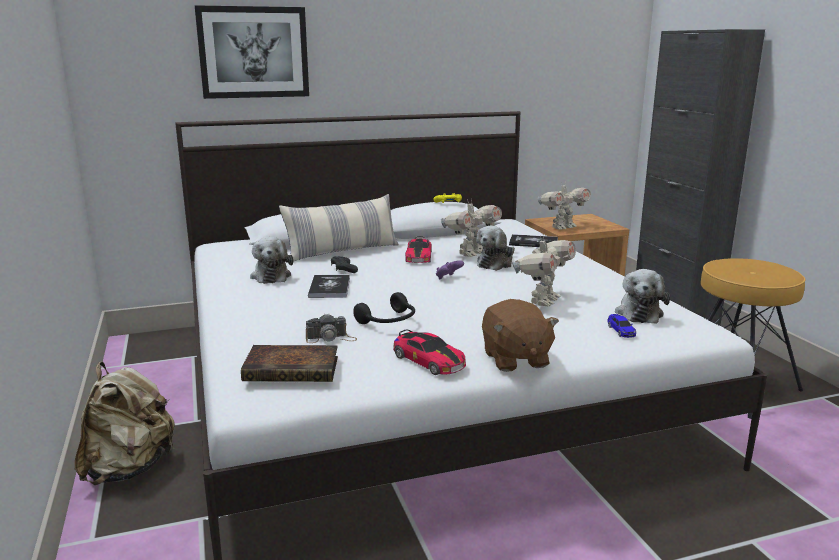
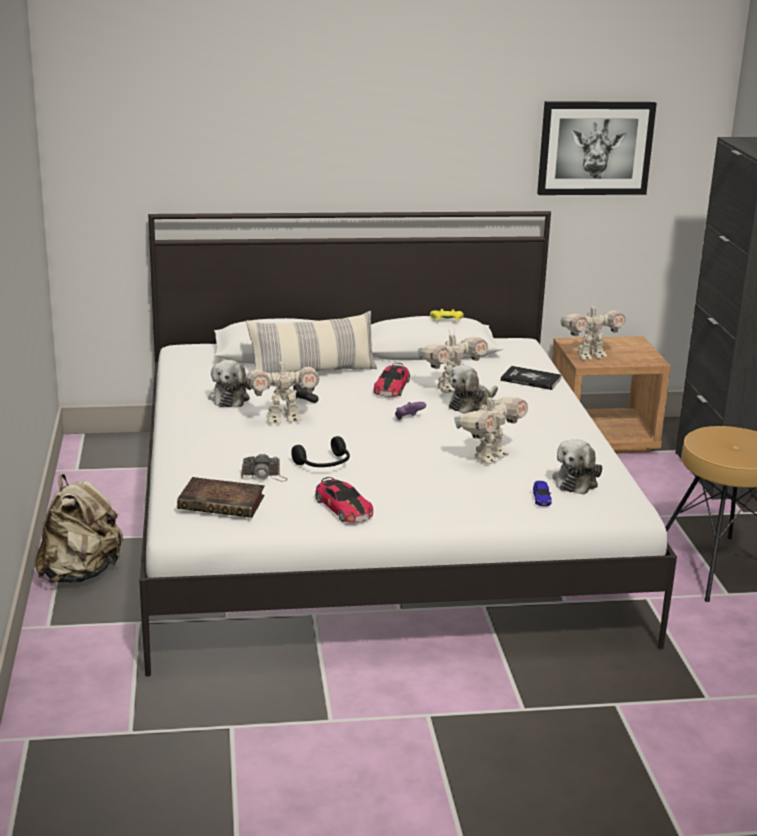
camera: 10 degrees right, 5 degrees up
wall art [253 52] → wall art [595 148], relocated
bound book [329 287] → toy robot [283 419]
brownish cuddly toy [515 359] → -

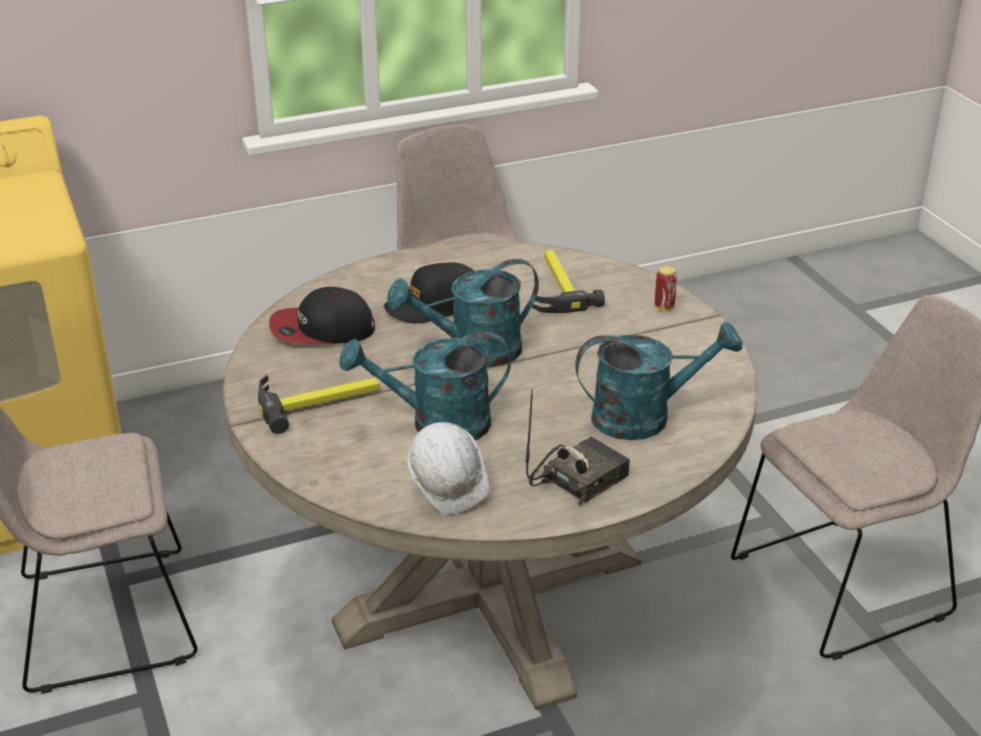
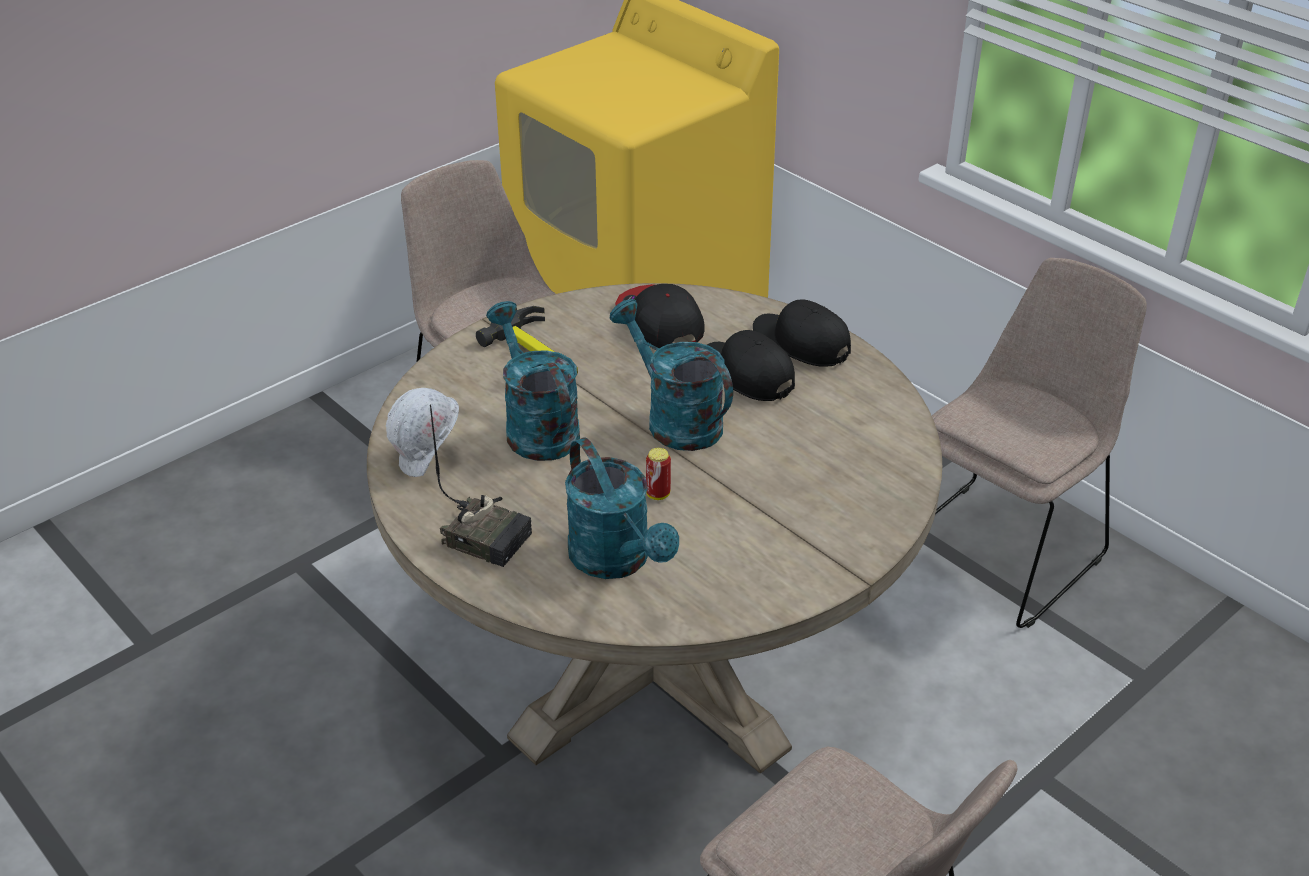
camera: 70 degrees right, 5 degrees up
tool hammer [557 286] → -
metal can [664 307] → metal can [658 494], relocated
- → black-coloured cap [801 343]

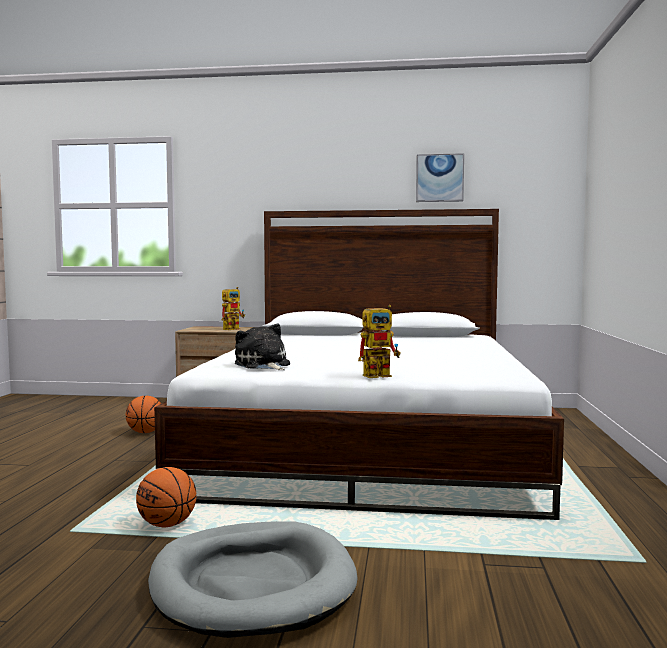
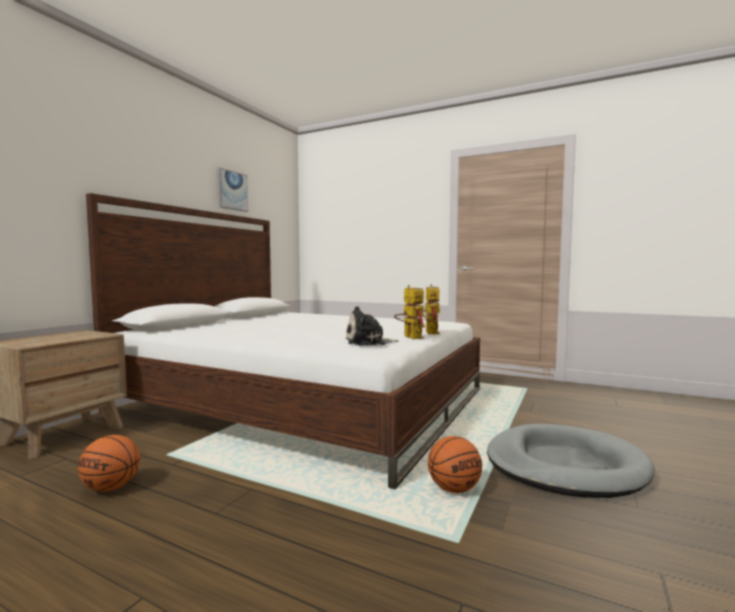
camera: 70 degrees left, 0 degrees up
toy robot [233 329] → toy robot [409 336], relocated

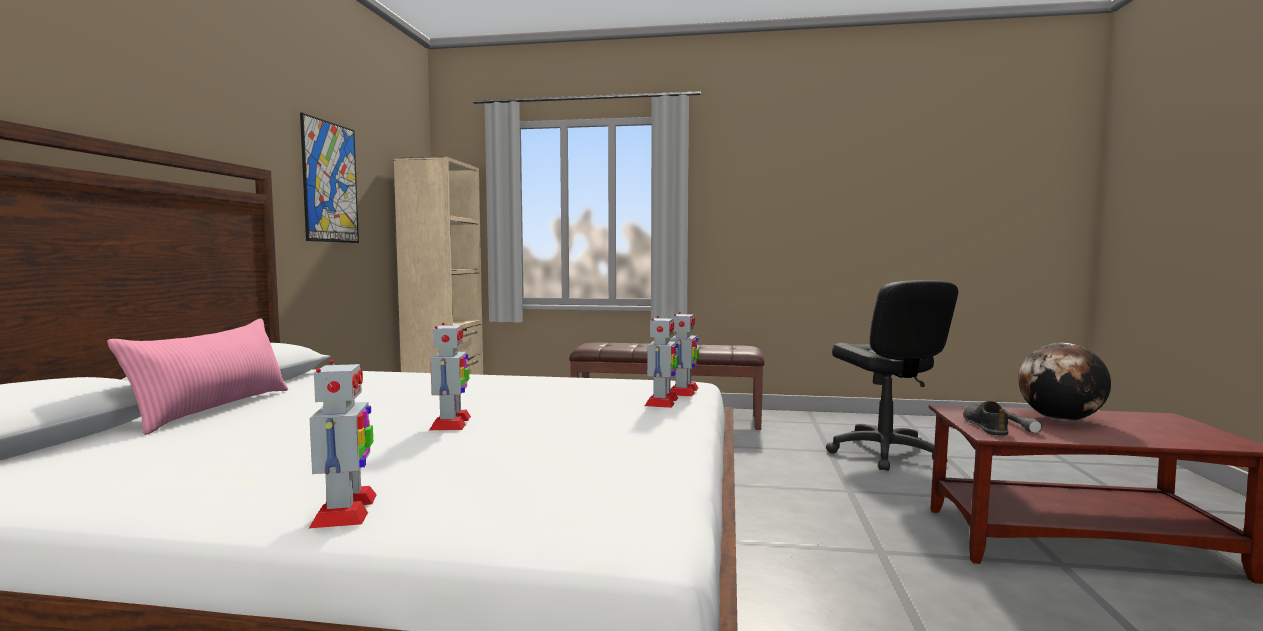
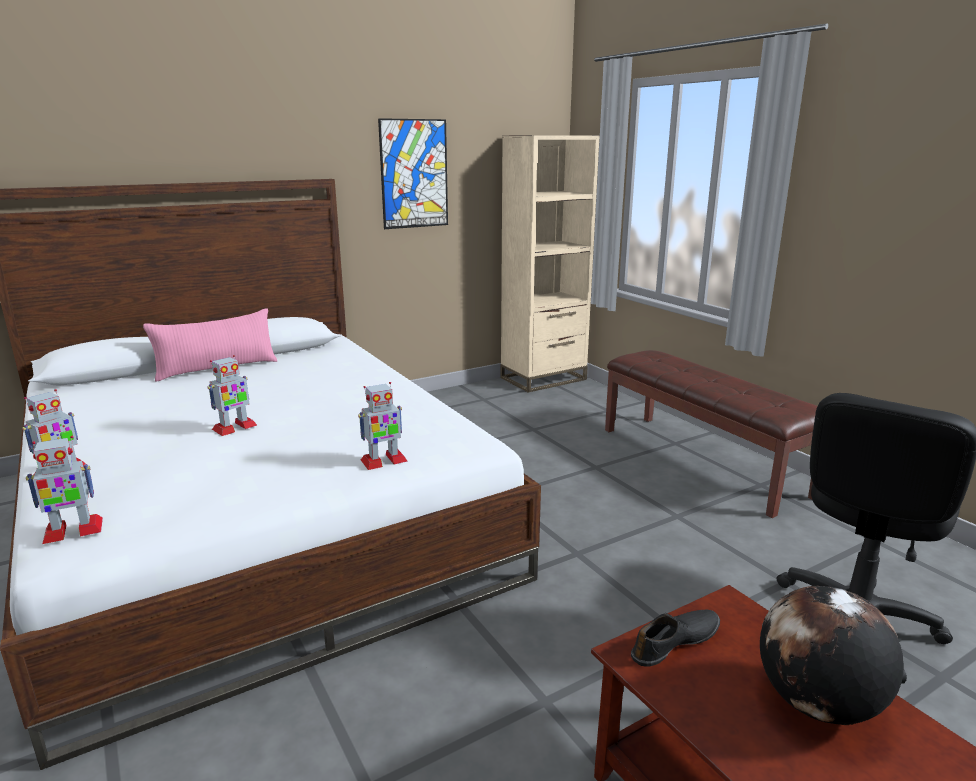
camera: 50 degrees right, 15 degrees up
toy robot [683 391] → toy robot [72 531], relocated
grey flashlight [1018 426] → -

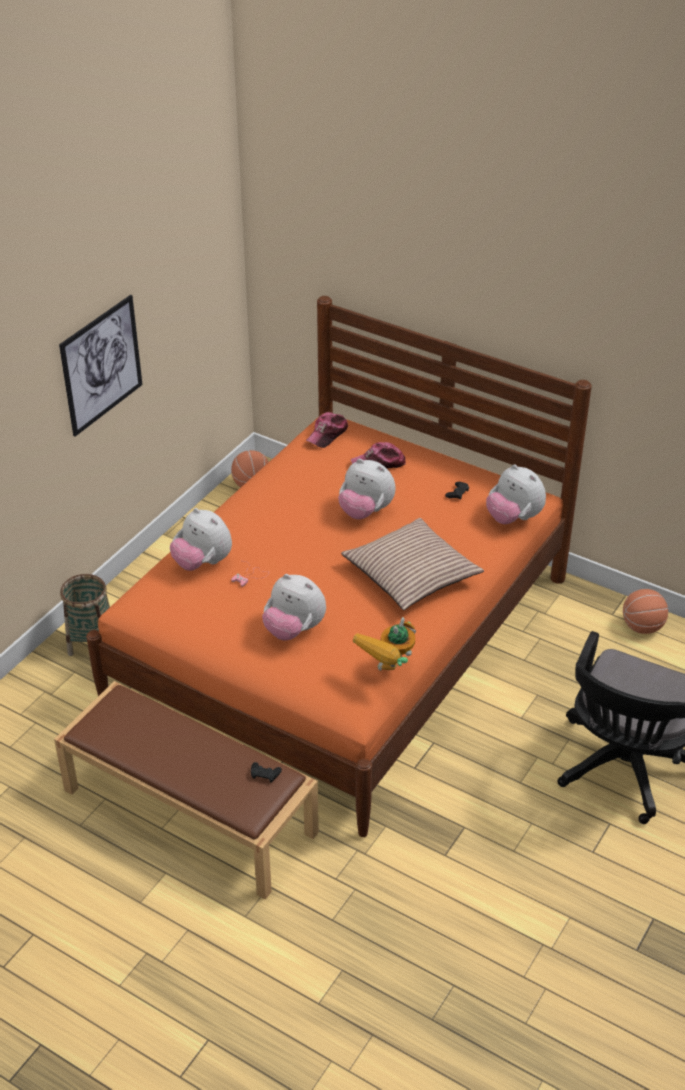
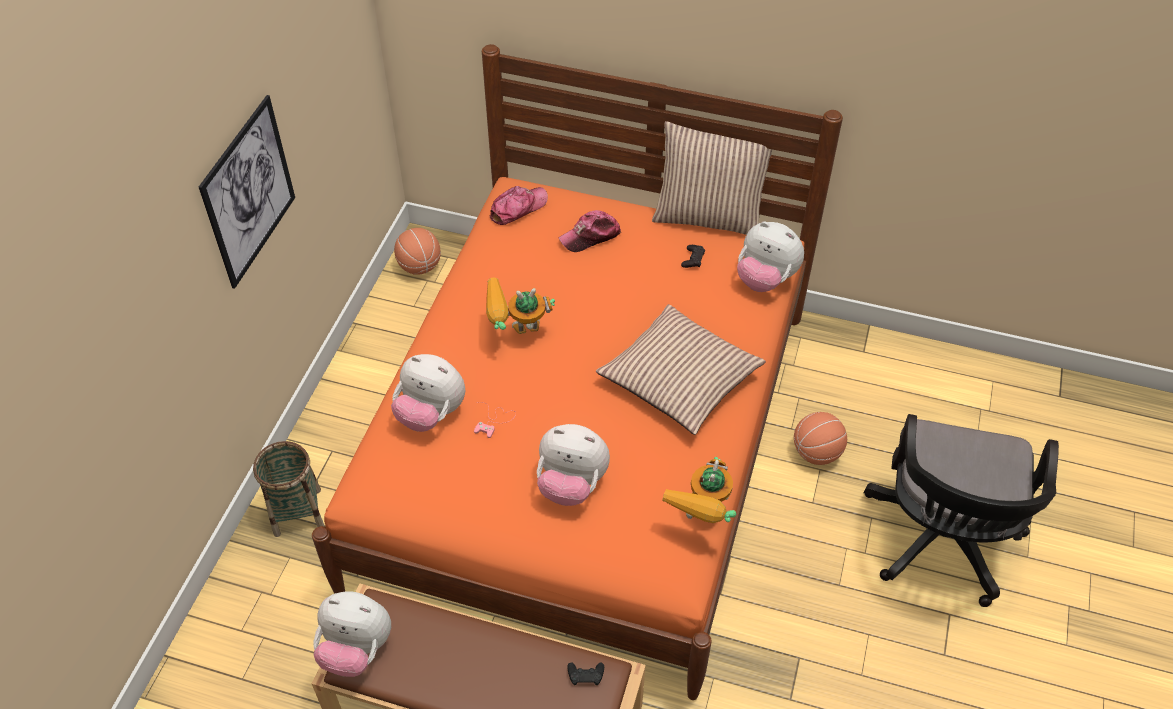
camera: 15 degrees left, 10 degrees up
cap [327 434] → cap [518 208], 150 degrees counterclockwise
cuddly toy [365 511] → cuddly toy [356 649], relocated
basketball ball [642 627] → basketball ball [816 452], relocated
- → toy robot [516 335]
- → throw pillow [708 217]

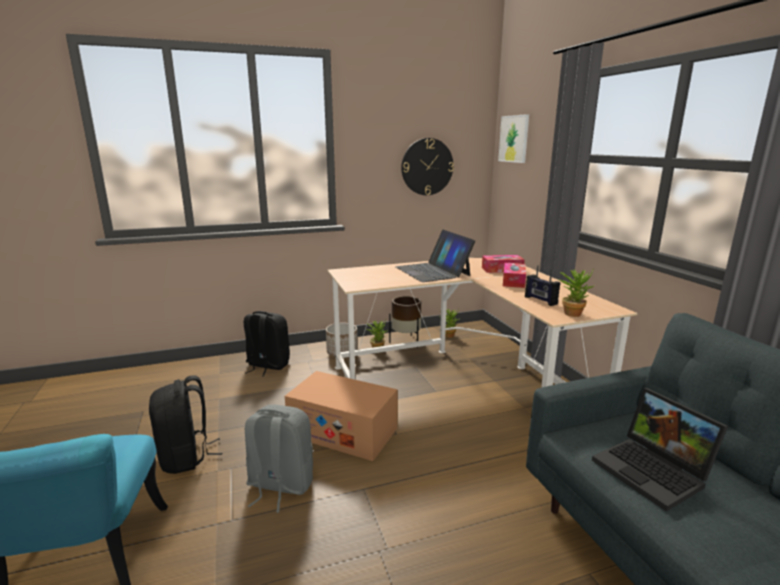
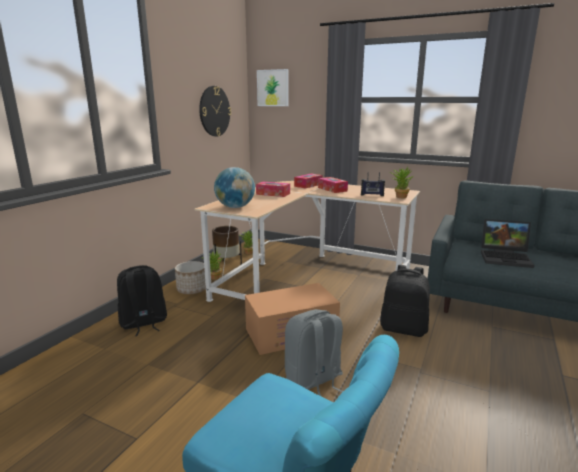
camera: 45 degrees left, 0 degrees up
black-coloured backpack [186 457] → black-coloured backpack [403 329], relocated
laptop [433 271] → tissue holder [273 194]
- → world globe [235 207]

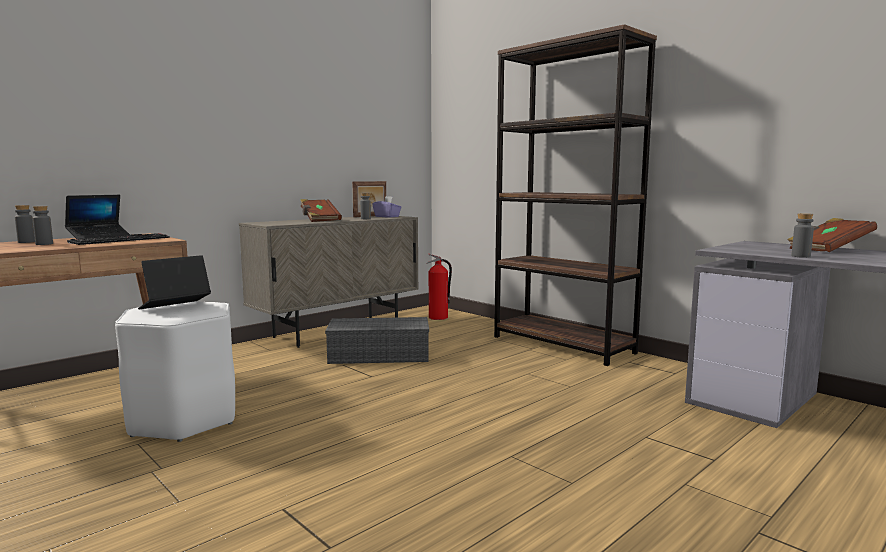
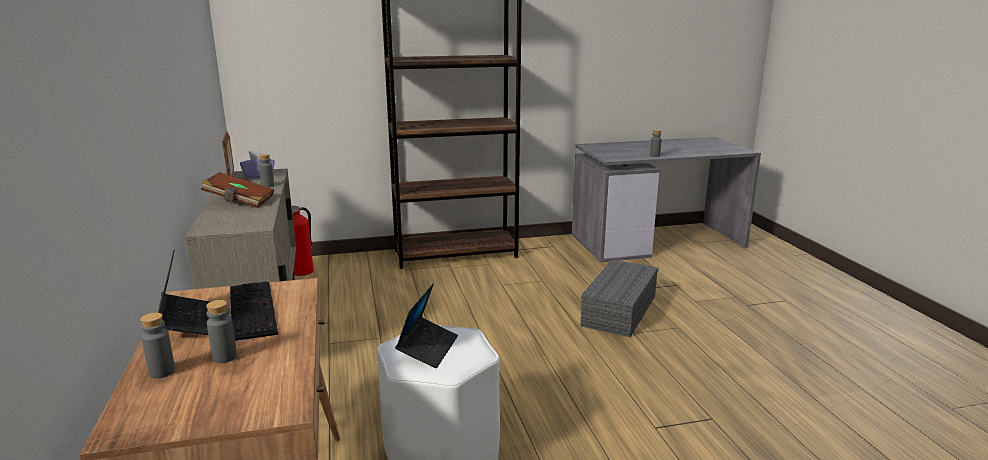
camera: 60 degrees left, 10 degrees up
laptop [175 307] → laptop [428 348], 150 degrees counterclockwise
grey storage bin [380 355] → grey storage bin [618 309], relocated
brownish bound book [828 249] → -

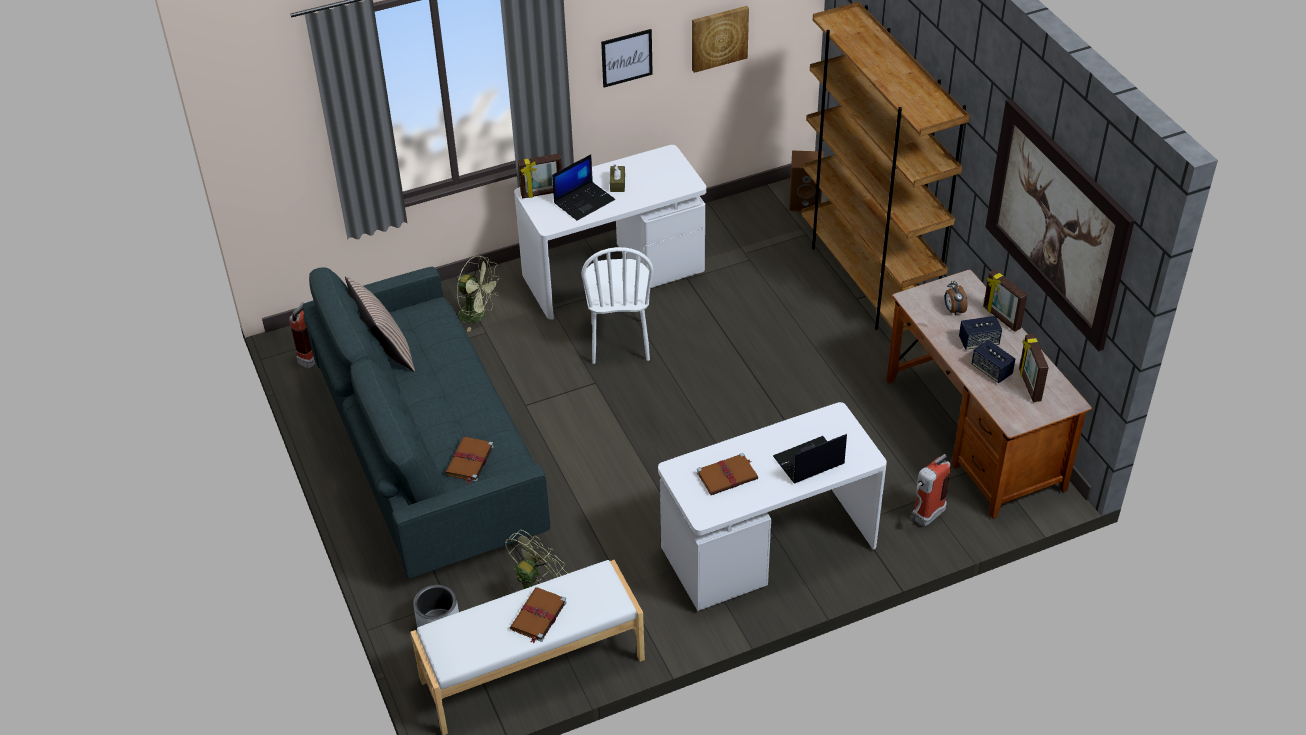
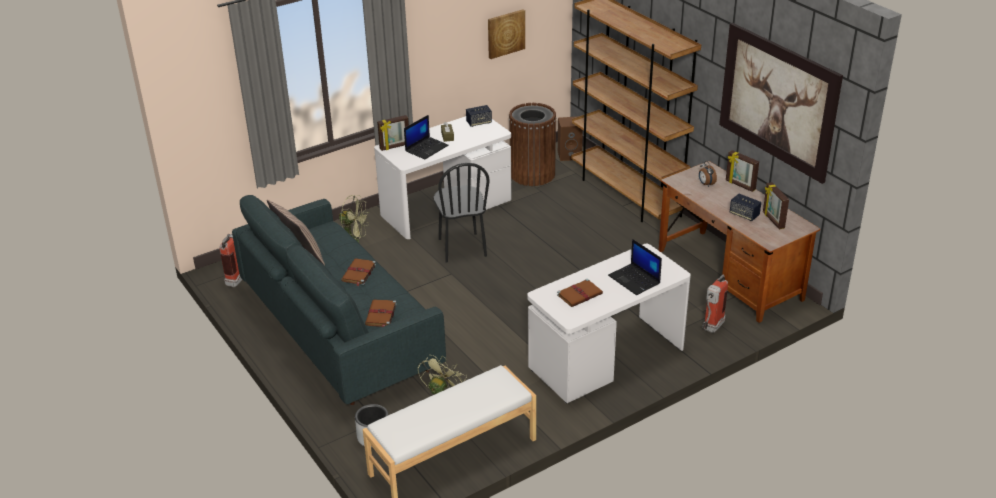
camera: 10 degrees left, 10 degrees down
brownish bound book [538 616] → brownish bound book [358 273], relocated
whitish upright chair [619 342] → black-coloured upright chair [462 247]
wall art [626 57] → -
laptop [808 461] → laptop [635 280], 90 degrees counterclockwise
speaker [978 342] → speaker [479 123], relocated
- → brownish waste bin [532 174]

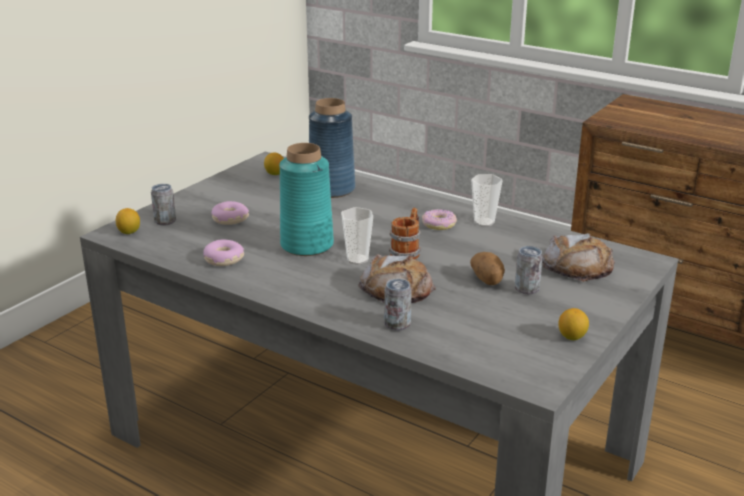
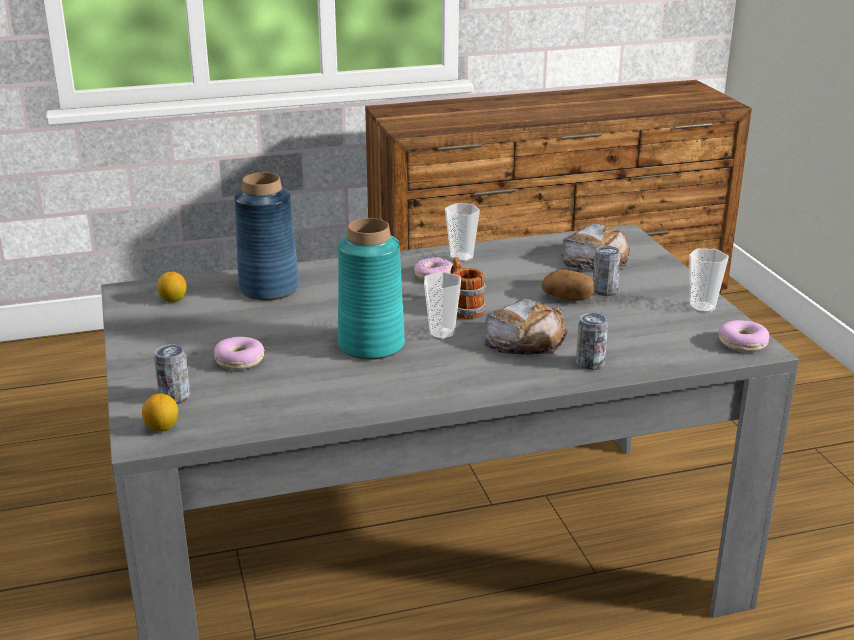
camera: 50 degrees left, 0 degrees up
doughnut [223 259] → doughnut [743 344], relocated
lemon [572 337] → cup [702 307]

